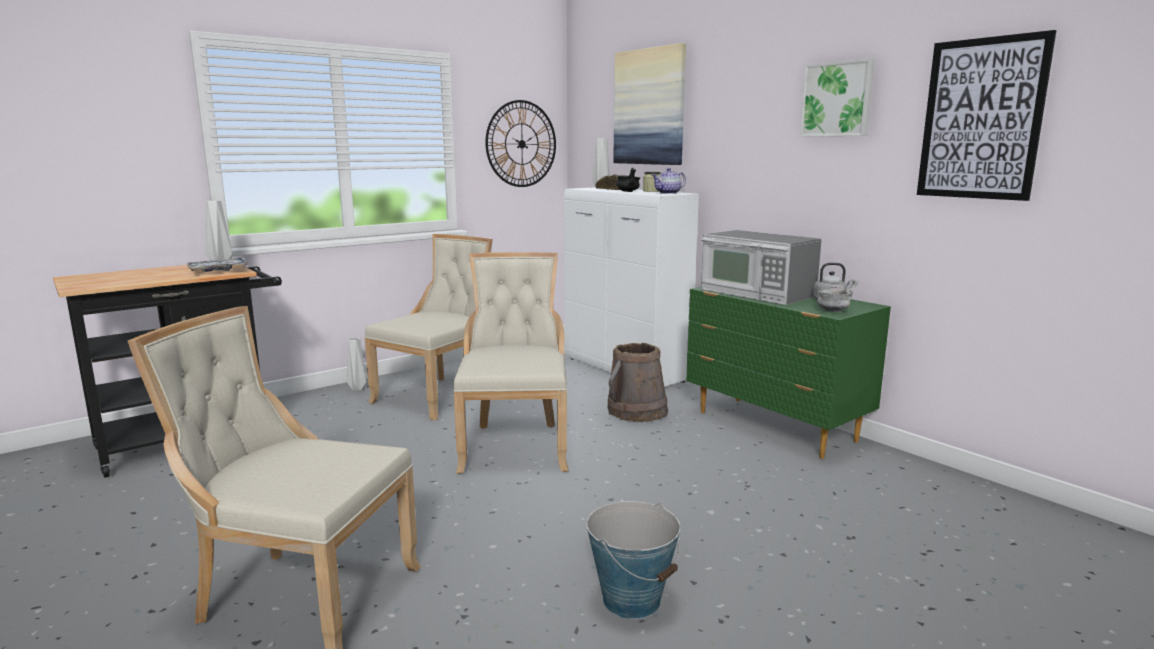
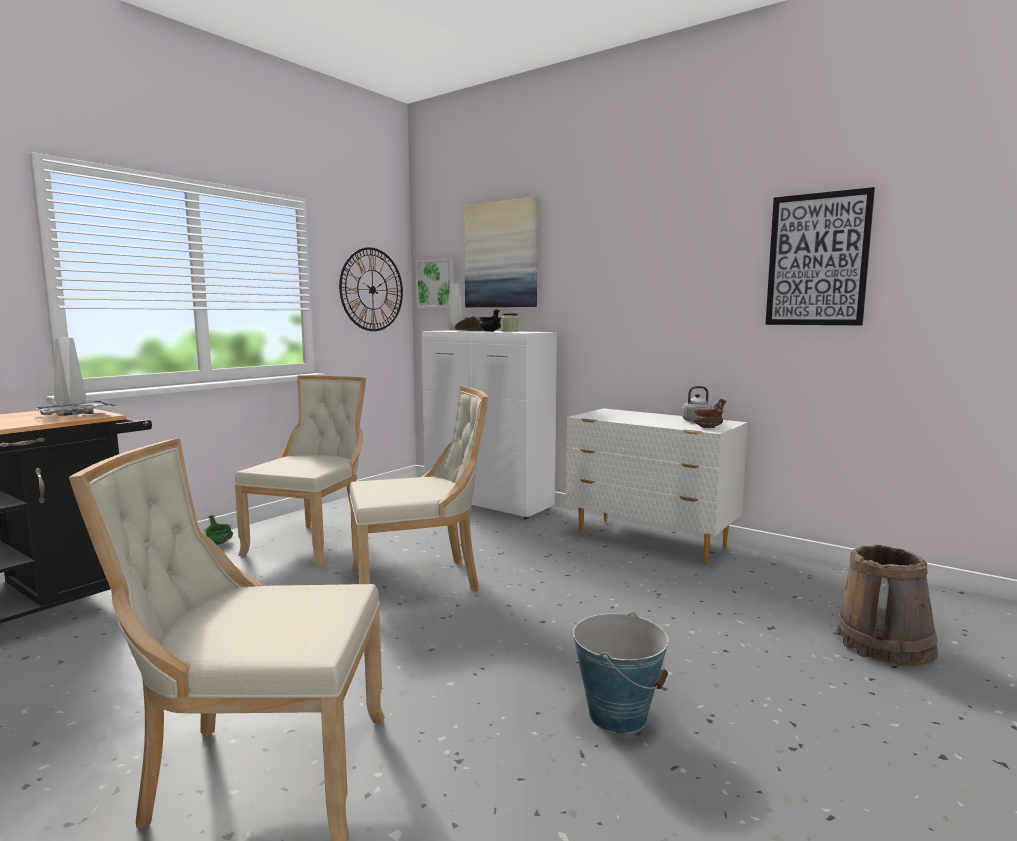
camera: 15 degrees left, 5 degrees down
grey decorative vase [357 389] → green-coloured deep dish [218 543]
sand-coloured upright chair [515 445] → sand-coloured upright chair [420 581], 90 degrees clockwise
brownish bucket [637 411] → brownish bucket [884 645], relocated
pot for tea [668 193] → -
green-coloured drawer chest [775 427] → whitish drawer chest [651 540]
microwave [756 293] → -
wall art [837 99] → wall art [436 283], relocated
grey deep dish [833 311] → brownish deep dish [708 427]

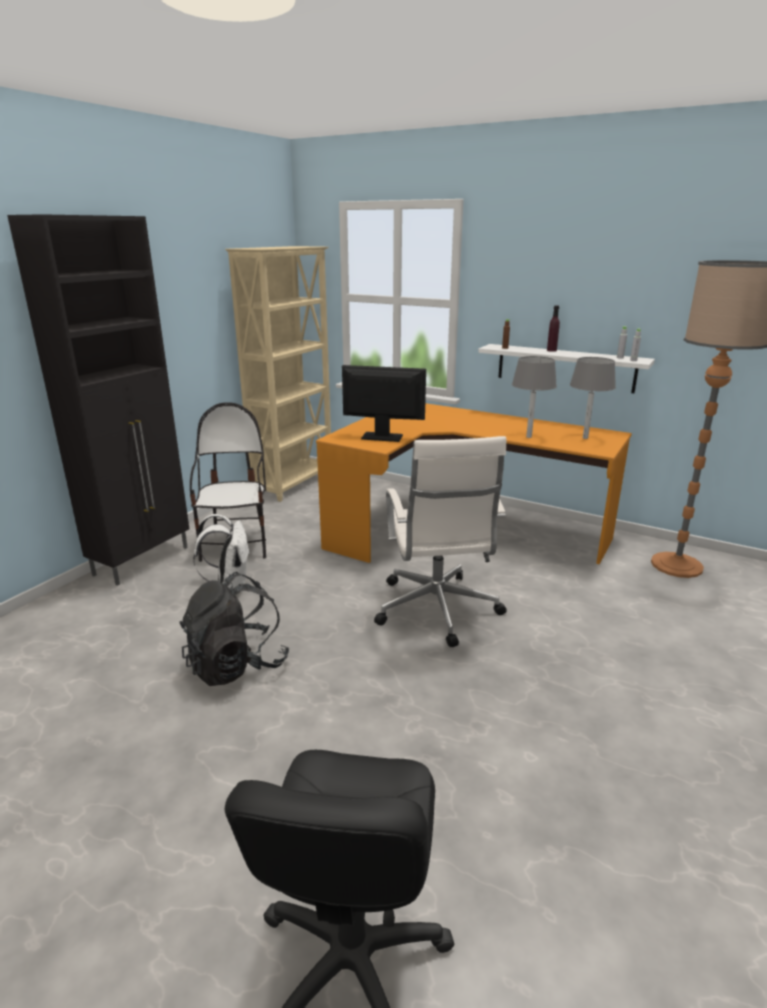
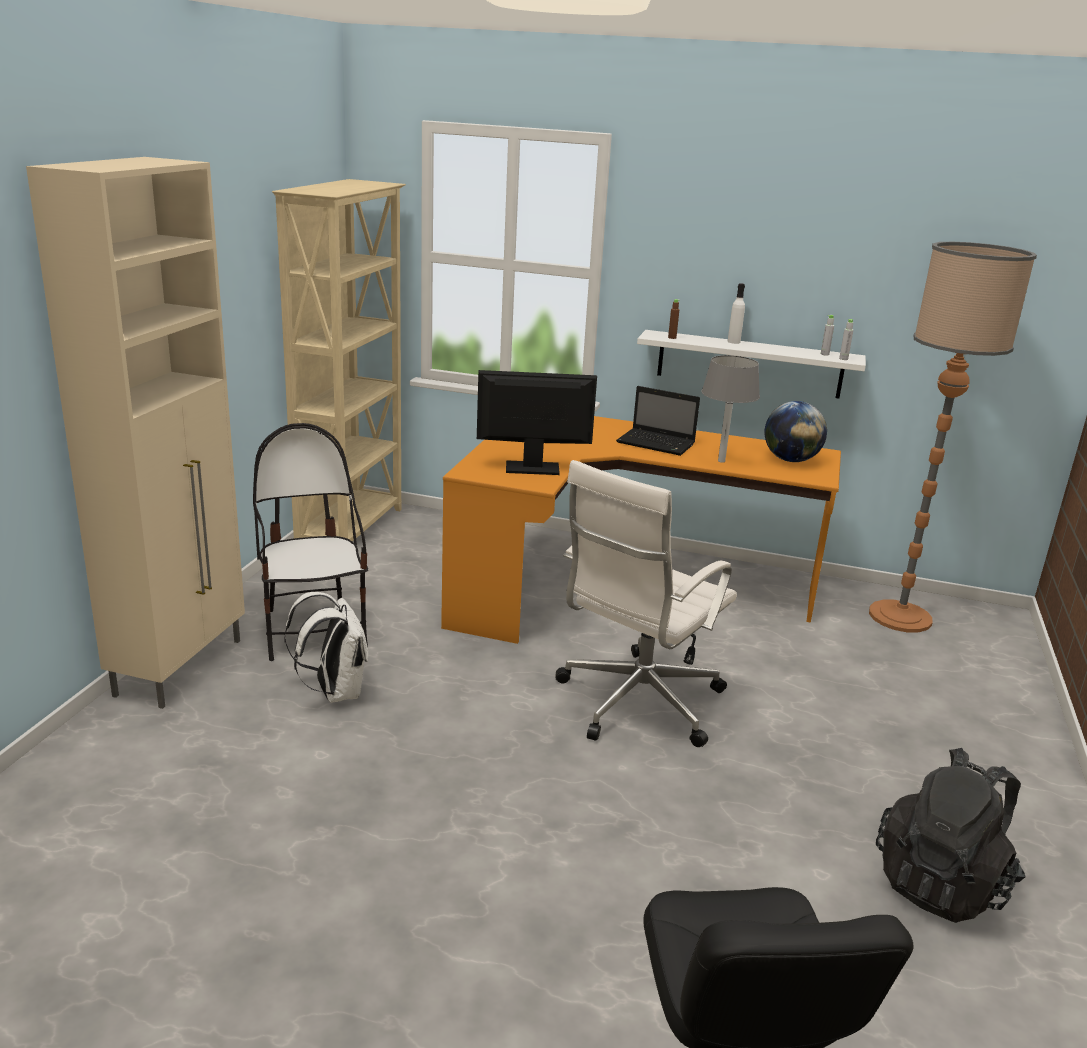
camera: 15 degrees left, 0 degrees up
black-coloured storage cabinet [143 560] → sand-coloured storage cabinet [181 666]
black-coloured backpack [237 665] → black-coloured backpack [942 883], relocated
whitish desk chair [437 610] → whitish desk chair [636 703], 60 degrees clockwise
purplish beverage bottle [551 350] → whitish beverage bottle [733 342]
grey lamp for a table [585 438] → world globe [790 460]
- → laptop [657 443]

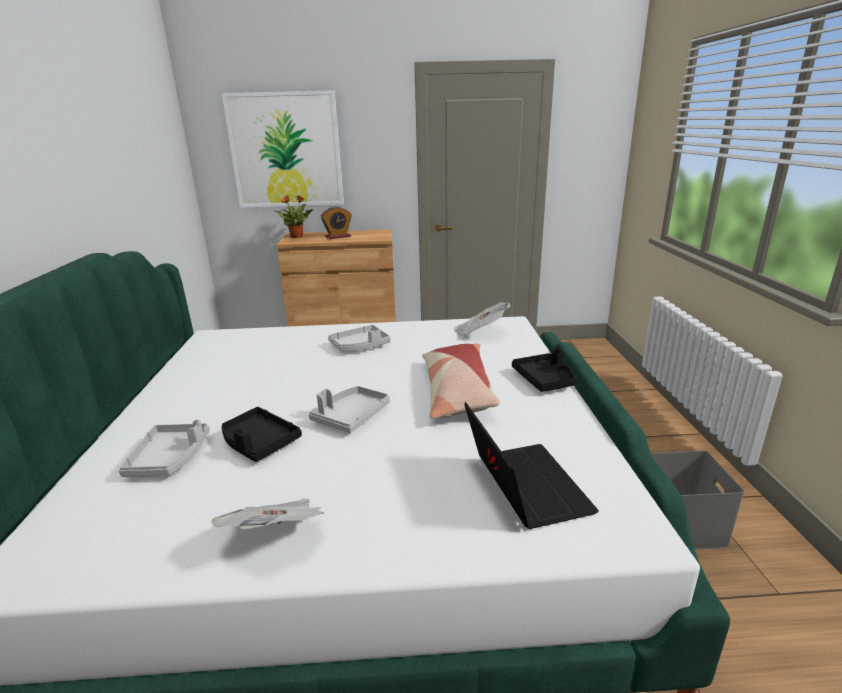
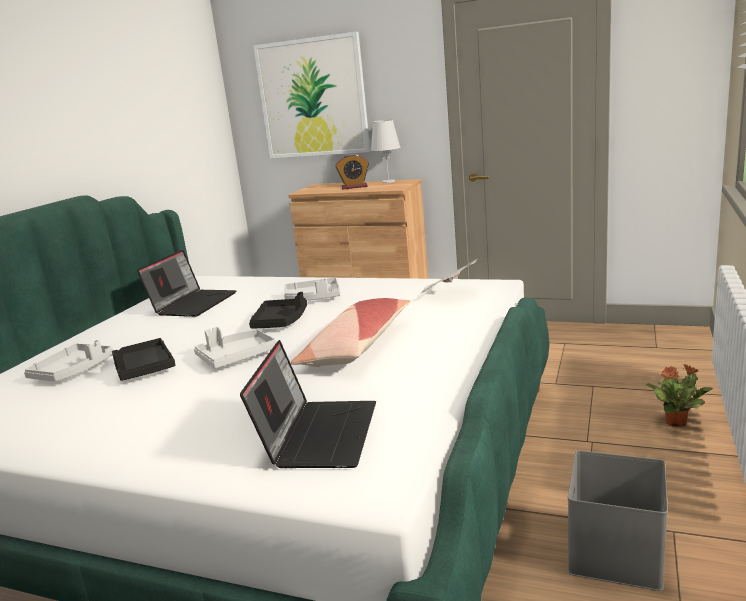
camera: 25 degrees right, 5 degrees down
daily paper [277 535] → -
plant in a pot [297 237] → plant in a pot [676 422], relocated
black-coloured serving tray [544 380] → black-coloured serving tray [281 321], relocated
- → laptop [193 303]
- → whitish lamp for a table [388 181]

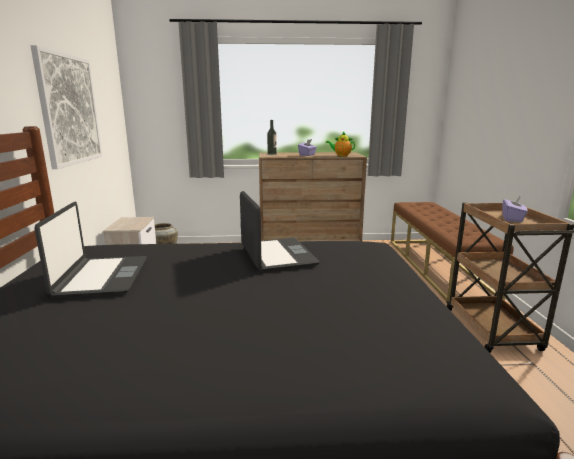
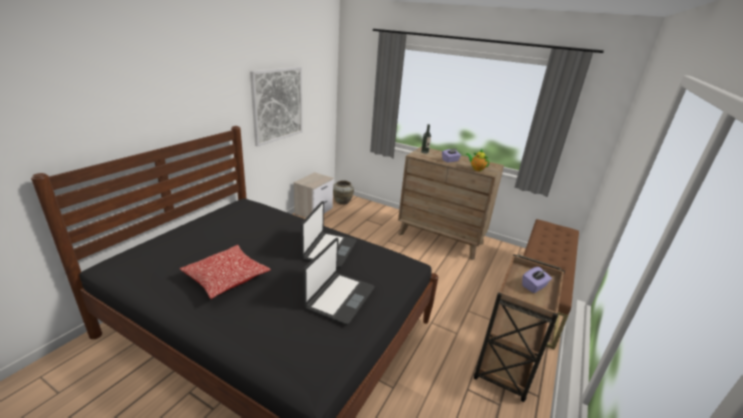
camera: 30 degrees right, 10 degrees up
laptop [101 277] → laptop [339 298], relocated
- → throw pillow [226 278]

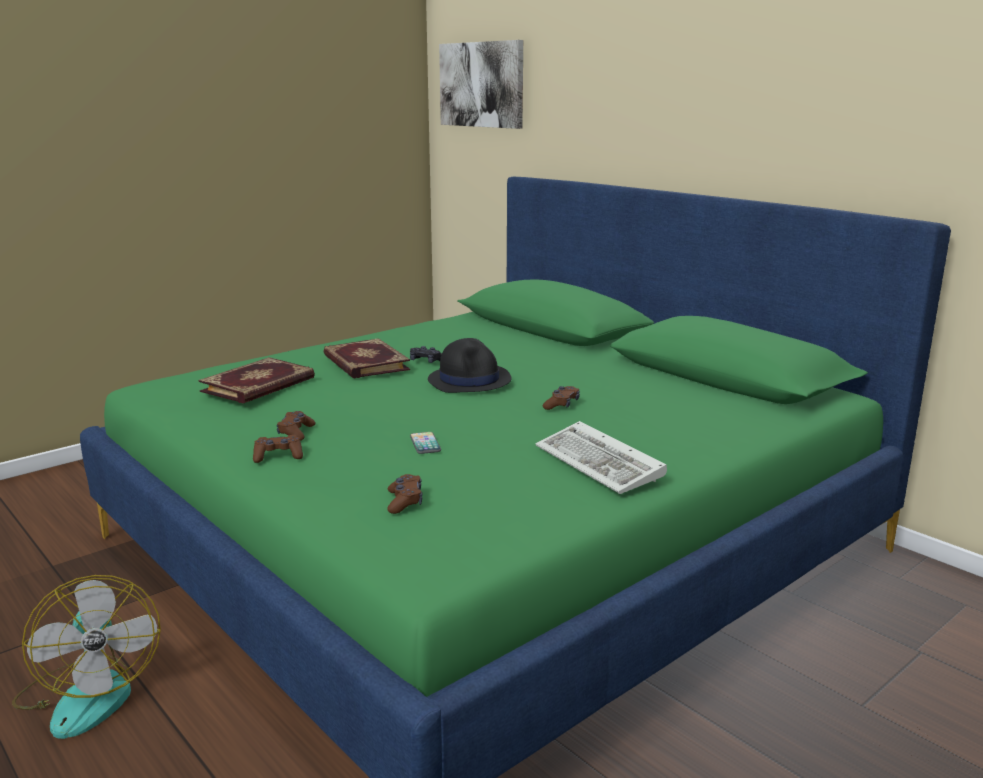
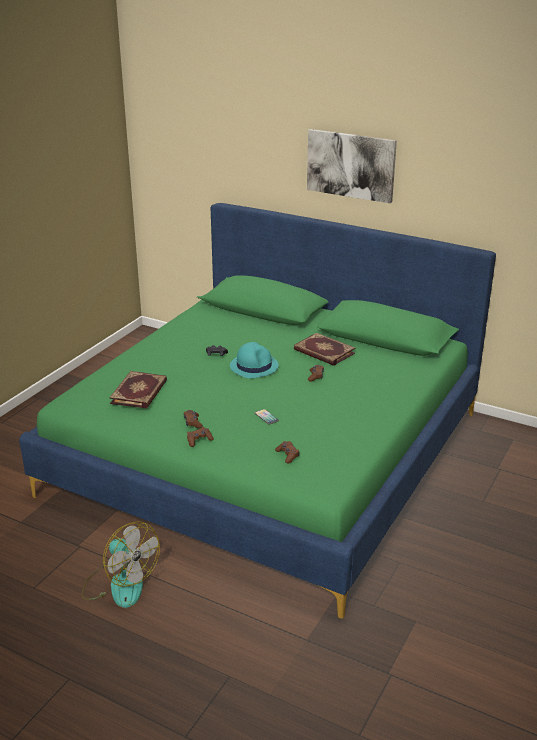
camera: 20 degrees left, 10 degrees up
bound book [364 363] → bound book [323 352], relocated
black-coloured wearable hat [470 380] → turquoise-coloured wearable hat [254 366]
wall art [482 84] → wall art [351 165], relocated
PC keyboard [602 464] → -

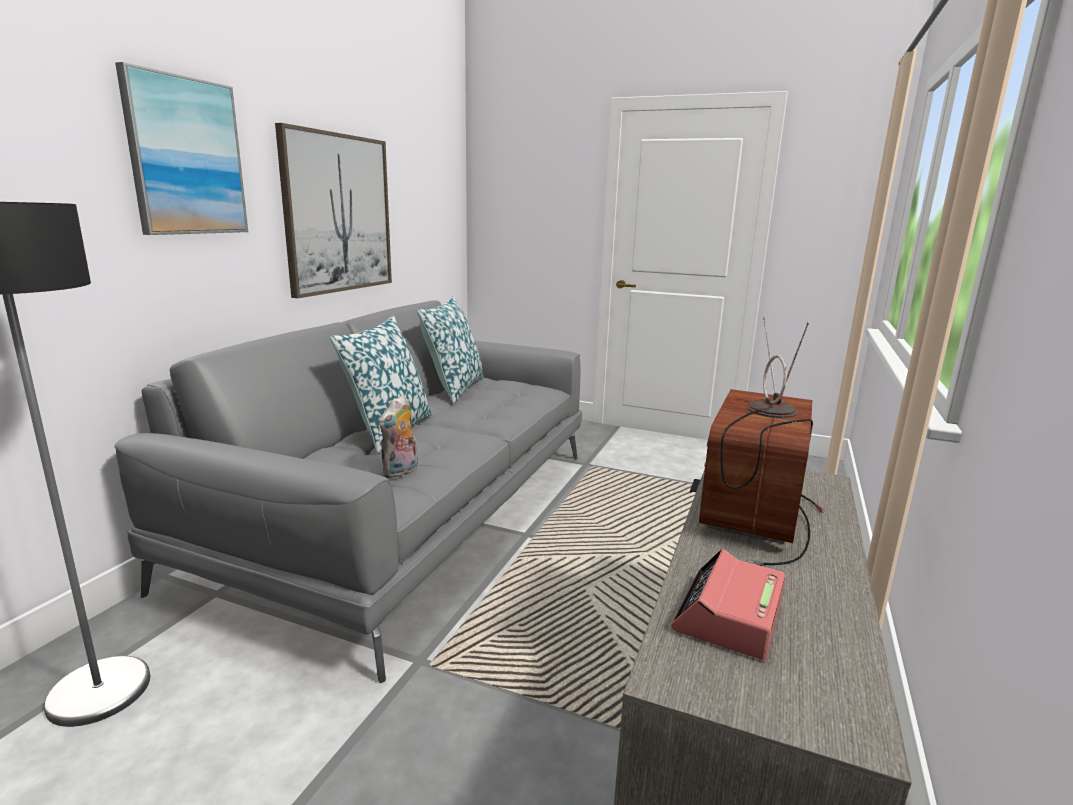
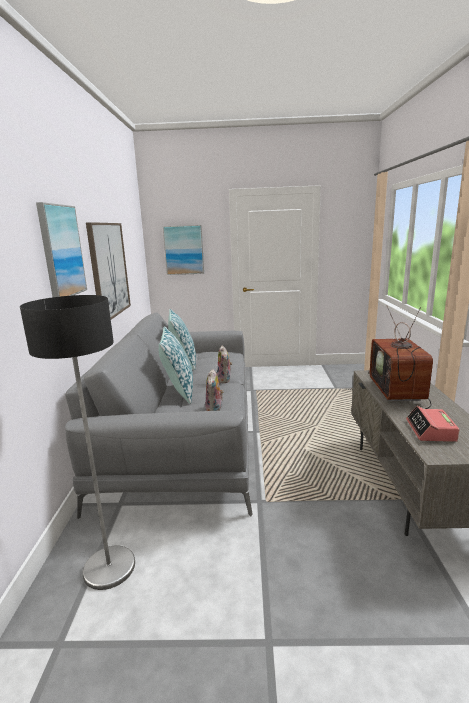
camera: 20 degrees left, 0 degrees up
- → wall art [184 250]
- → cuddly toy [225 380]

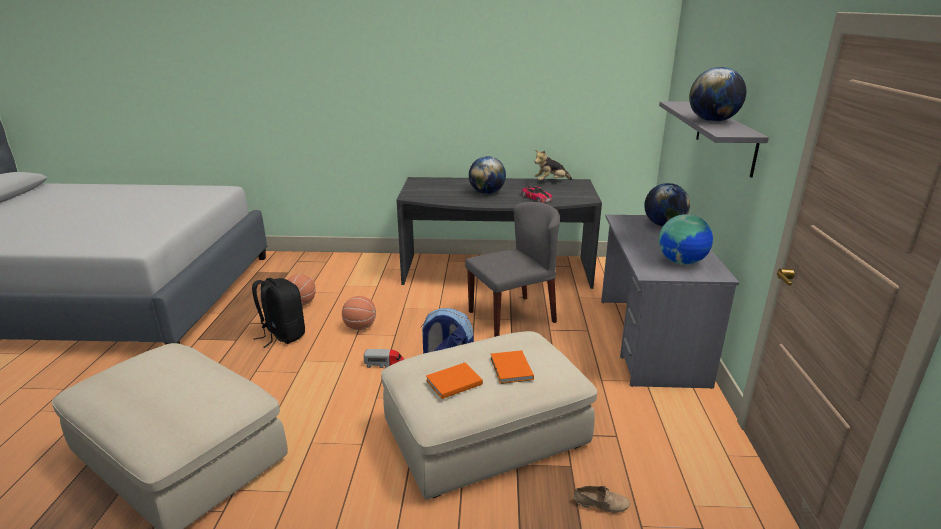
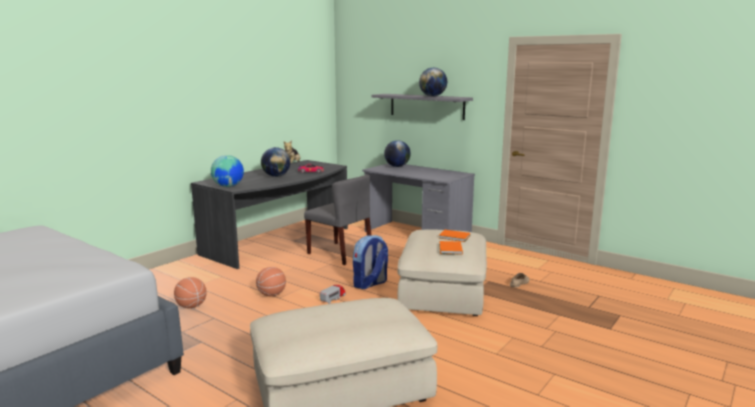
camera: 55 degrees left, 10 degrees down
black-coloured backpack [282 335] → -
grey upright chair [512 316] → grey upright chair [340 253], 120 degrees clockwise
world globe [682 262] → world globe [228 186], relocated

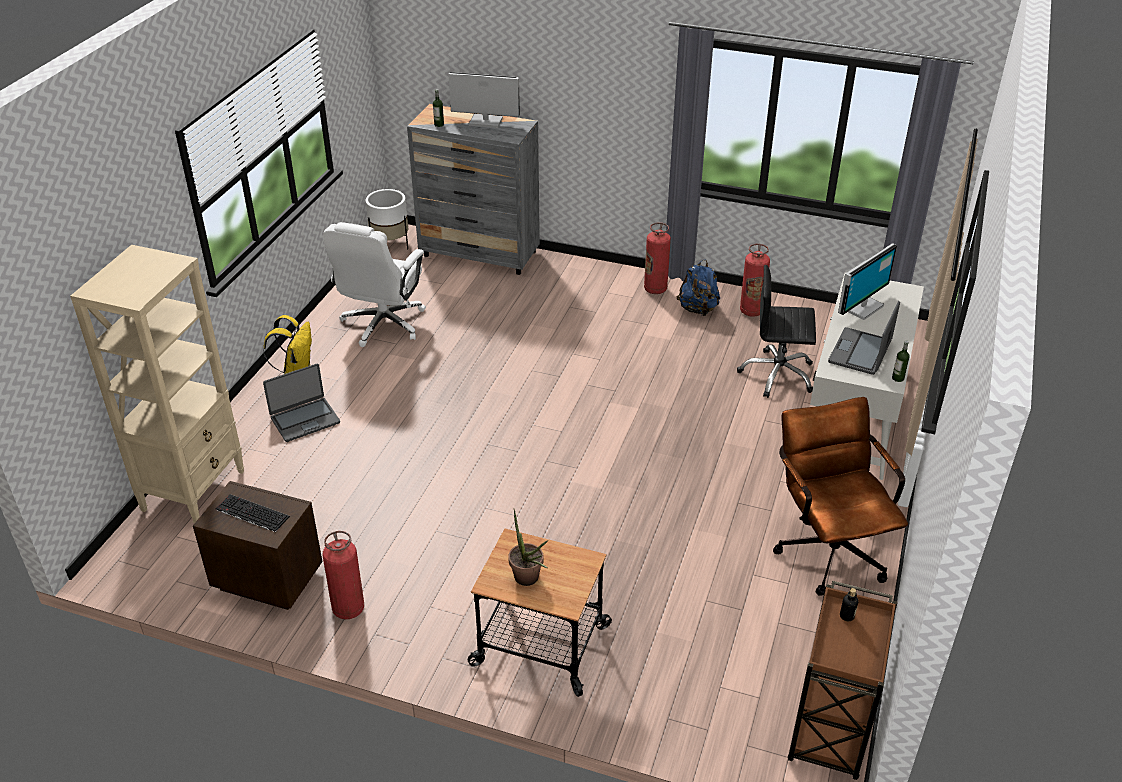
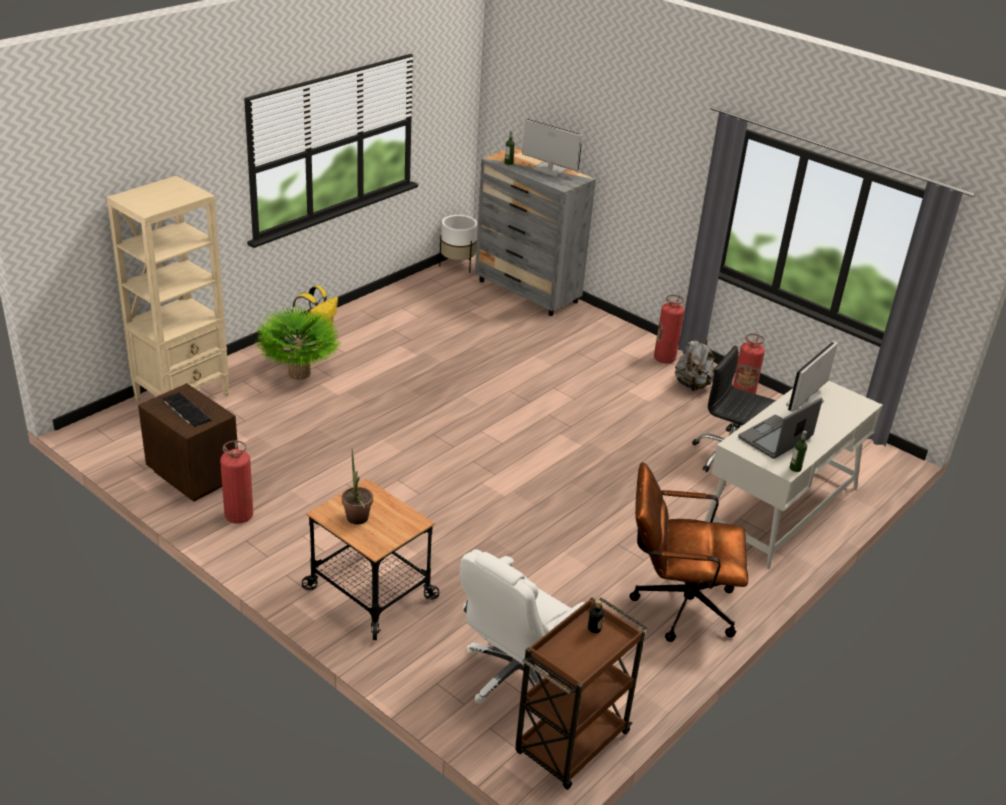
camera: 20 degrees right, 5 degrees down
laptop [305 420] → plant in a pot [299 373]
whitish desk chair [382 324] → whitish desk chair [516 675], relocated
bluish backpack [698 309] → grey backpack [692 385]
brownish desk chair [827 547] → brownish desk chair [675 604], 90 degrees counterclockwise
computer display [861 307] → computer display [806 404], 150 degrees clockwise

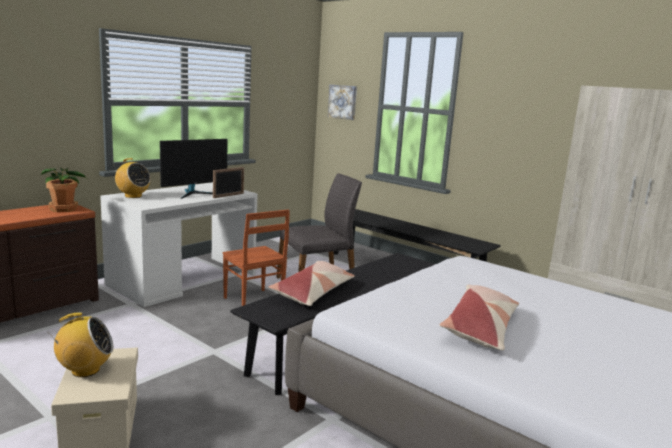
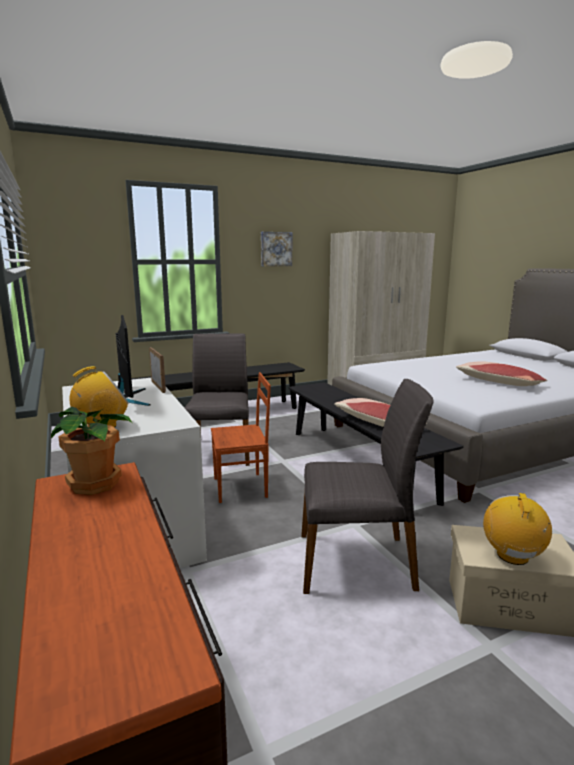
camera: 65 degrees left, 0 degrees up
wall art [343 102] → wall art [276 249], relocated
- → grey upright chair [357 561]

